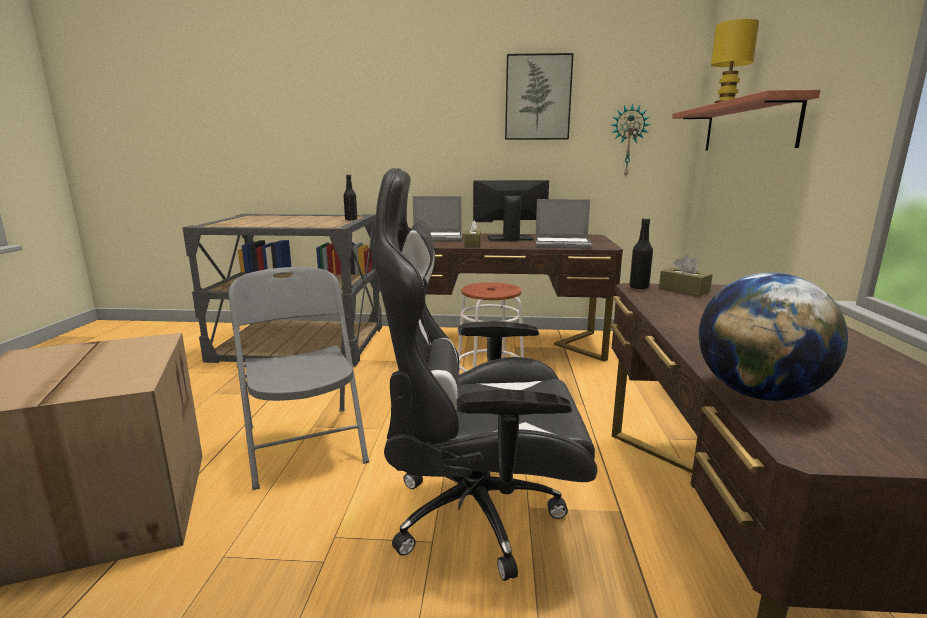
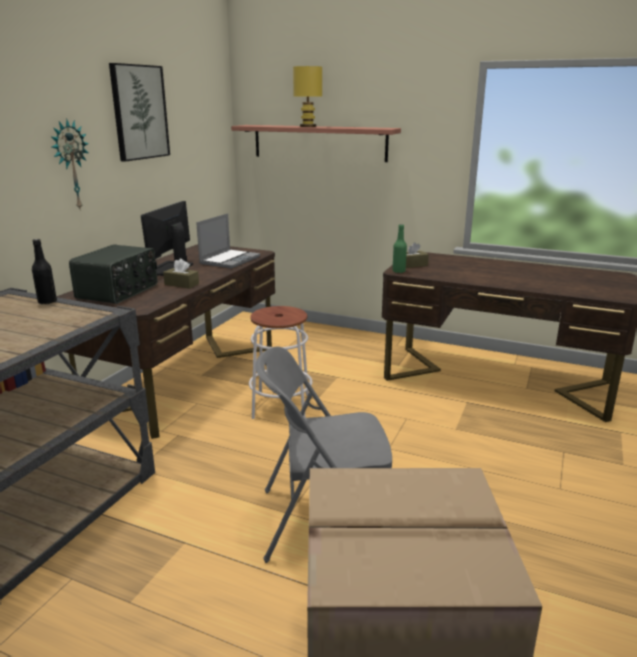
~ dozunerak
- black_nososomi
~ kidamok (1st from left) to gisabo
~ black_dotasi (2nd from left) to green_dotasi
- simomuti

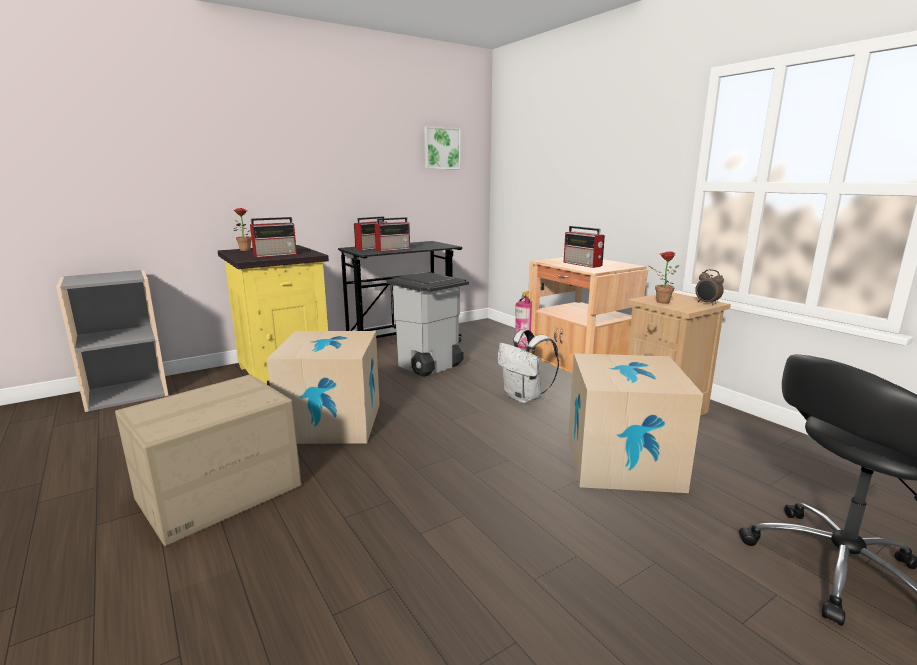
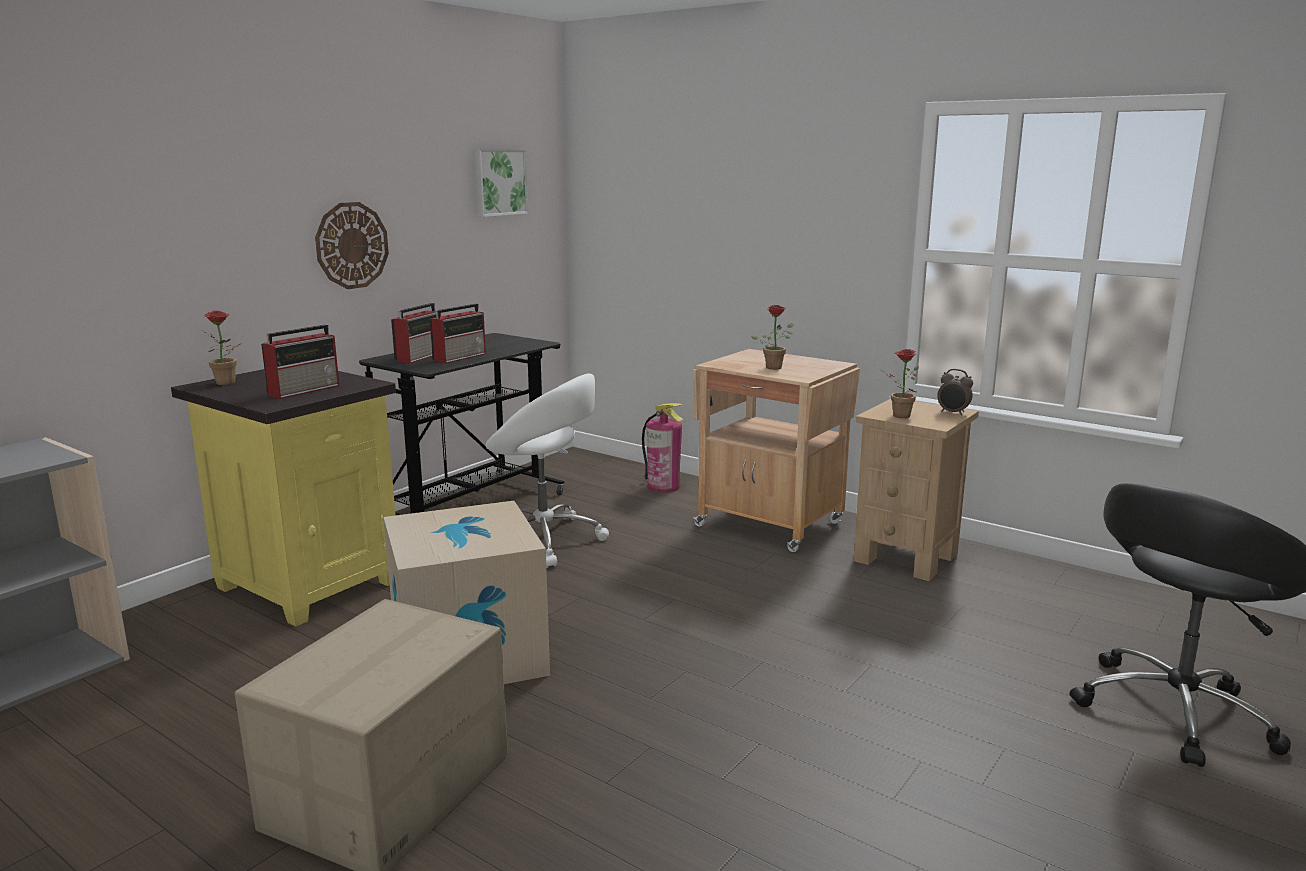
~ gisabo (4th from left) to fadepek (2nd from left)
~ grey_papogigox to white_nososomi
- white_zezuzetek
- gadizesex (3rd from left)
+ dozunerak

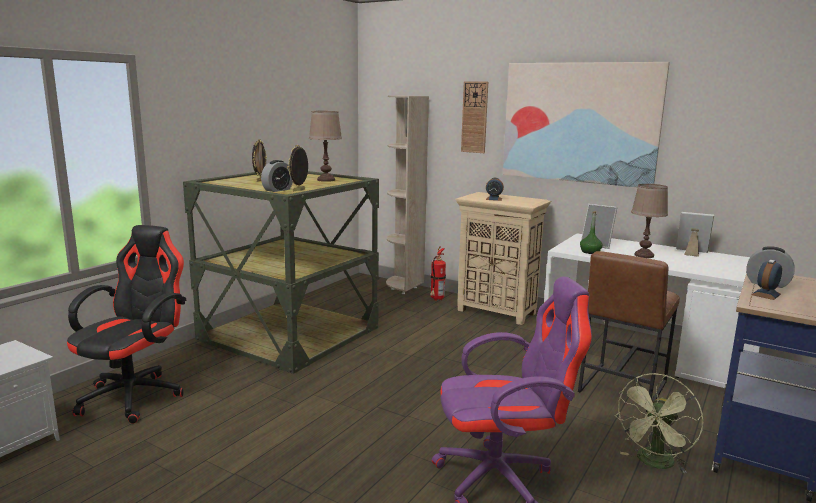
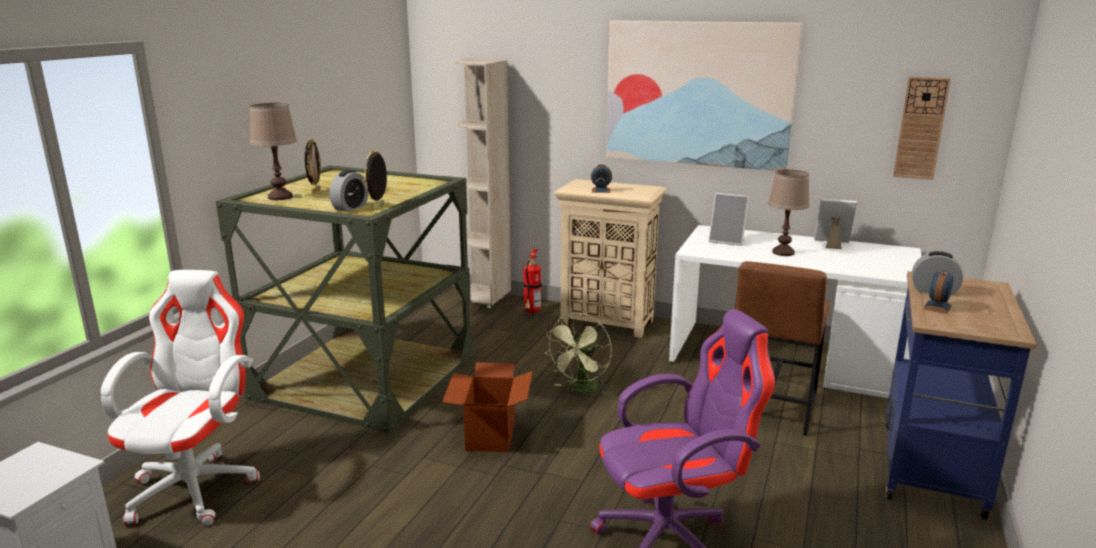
~ dozunerak
~ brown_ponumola (1st from left)
- green_dotasi
~ black_nososomi to white_nososomi
~ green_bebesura
+ gadizesex

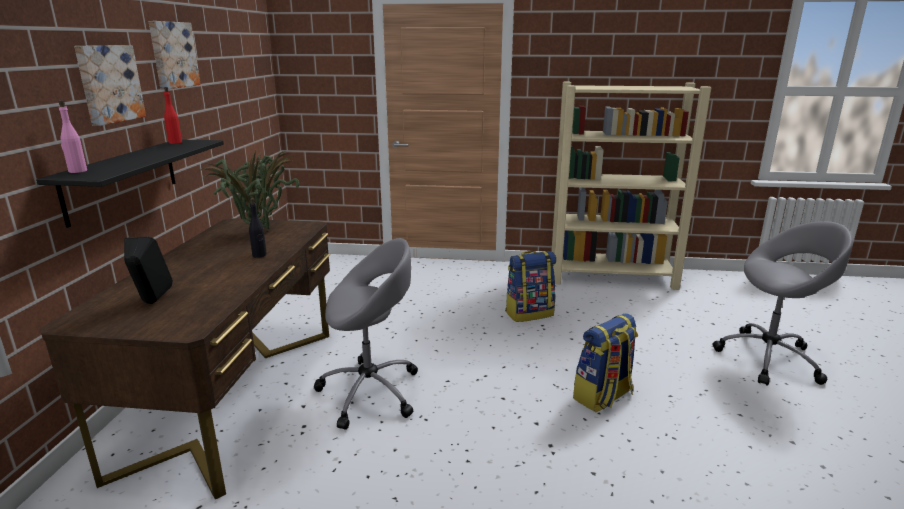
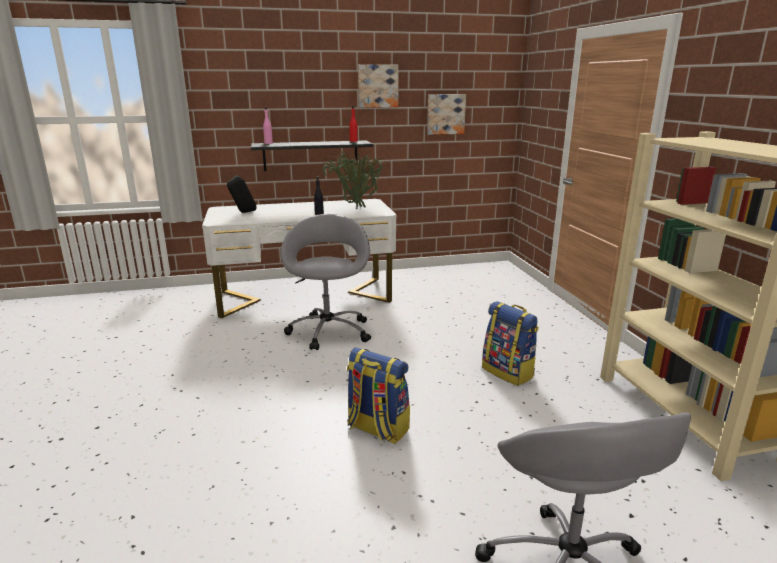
~ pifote (1st from left in the first image) to pifote (2nd from left)
~ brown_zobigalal to white_zobigalal
~ grey_nososomi (1st from left) 150 degrees counterclockwise

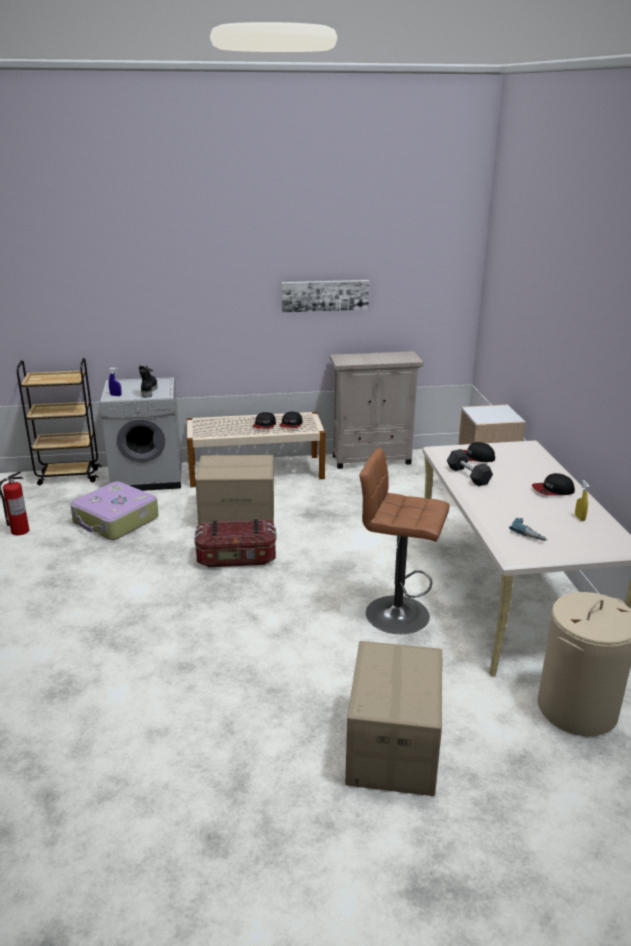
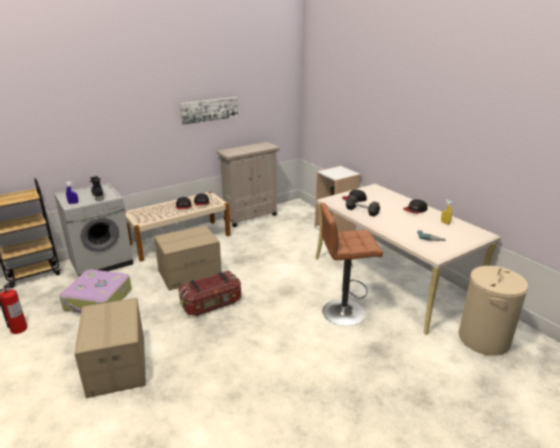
~ gadizesex (2nd from left in the first image) to gadizesex (1st from left)

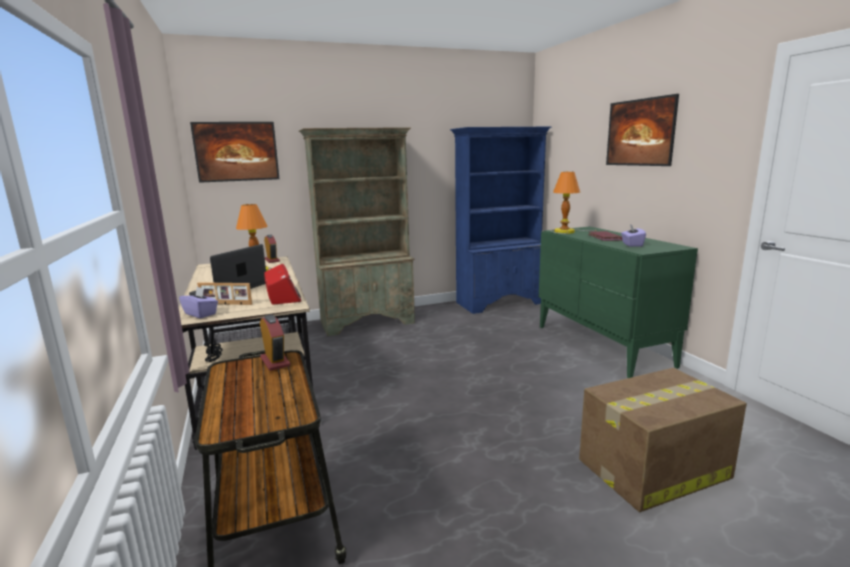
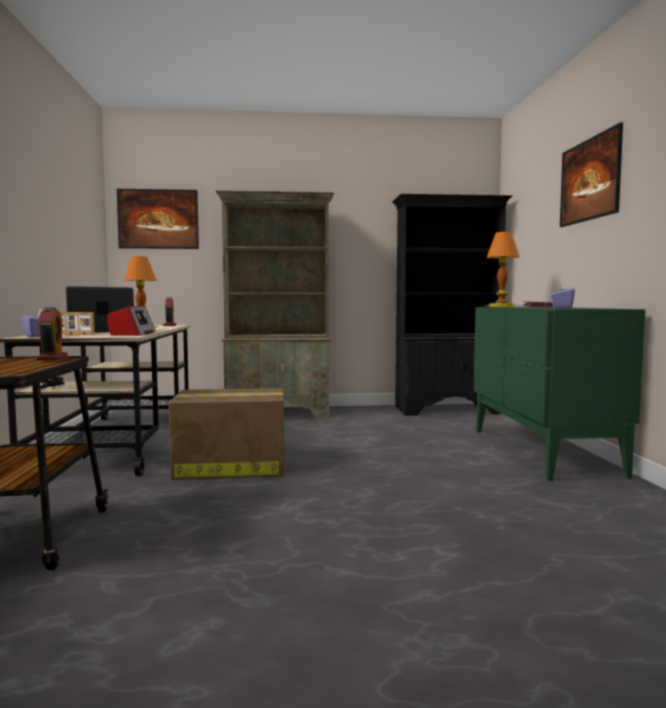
~ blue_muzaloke to black_muzaloke
~ gadizesex

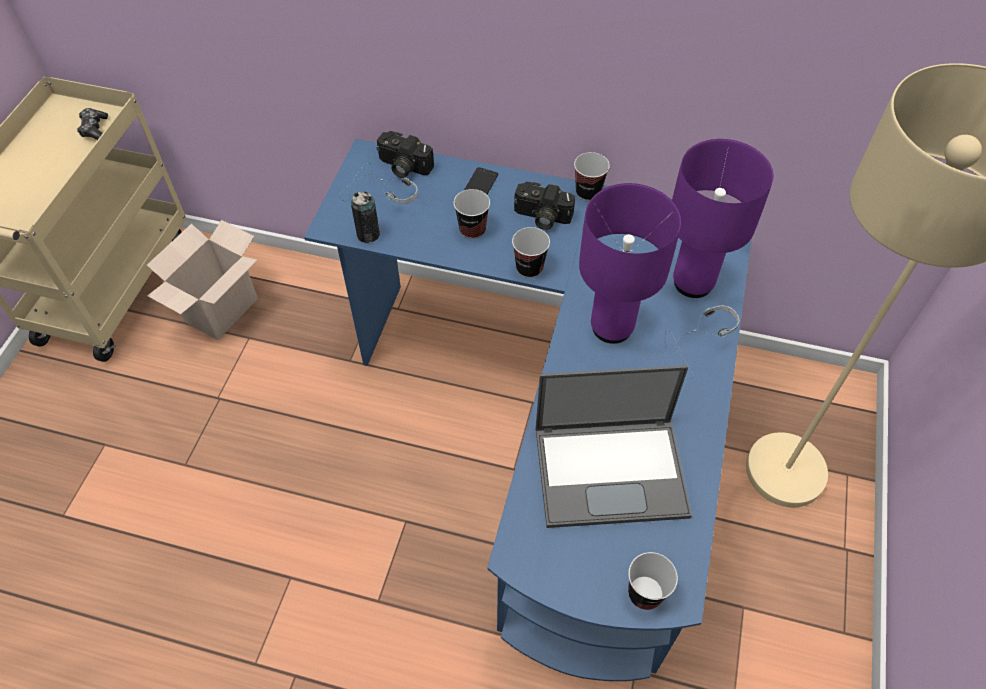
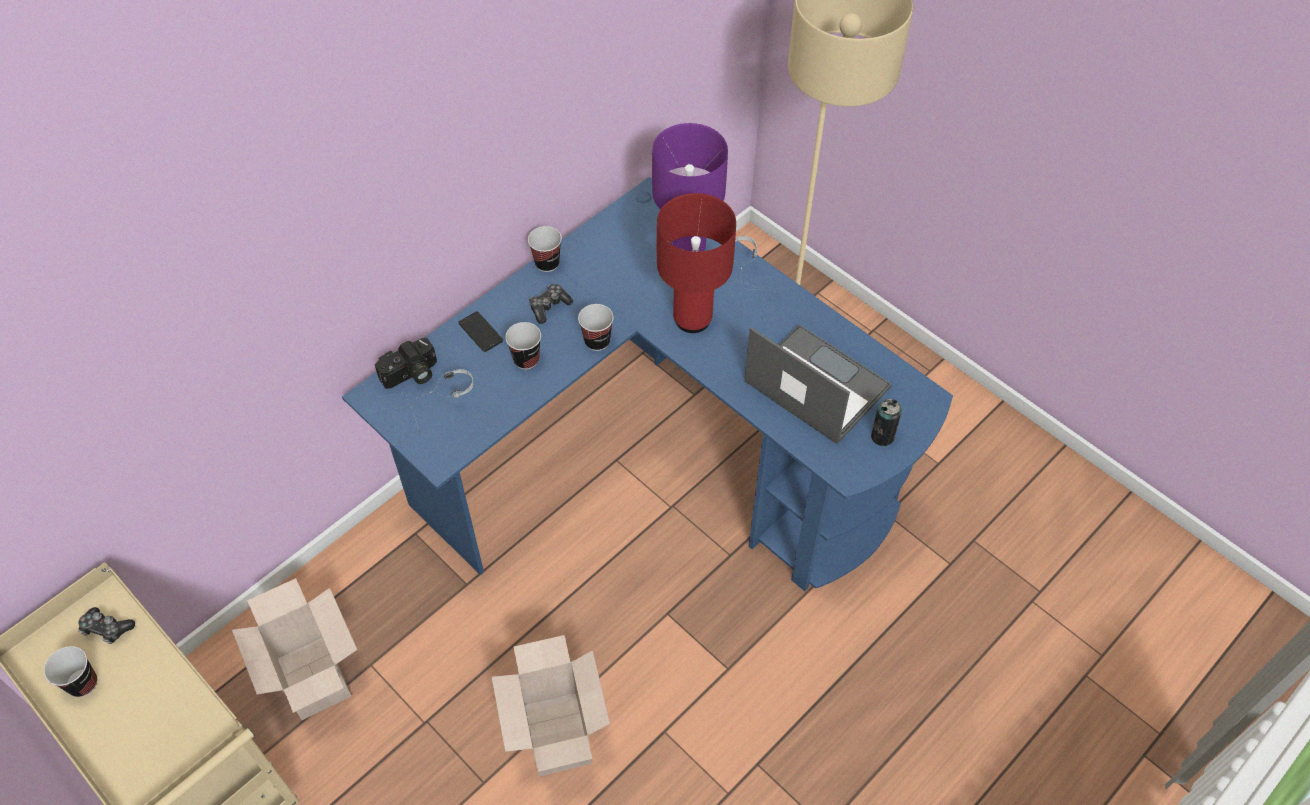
~ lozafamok (2nd from left) to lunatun (2nd from left)
~ purple_ponumola (1st from left) to red_ponumola
~ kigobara
~ kidamok 75 degrees counterclockwise
~ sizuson (4th from left in the first image) to sizuson (1st from left)
+ gadizesex (2nd from left)

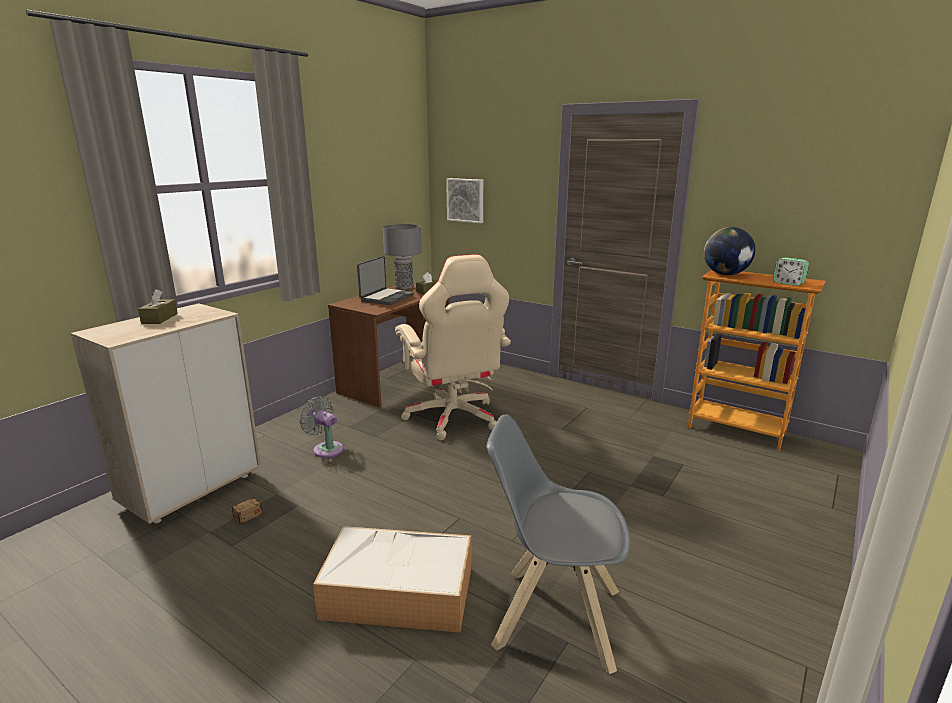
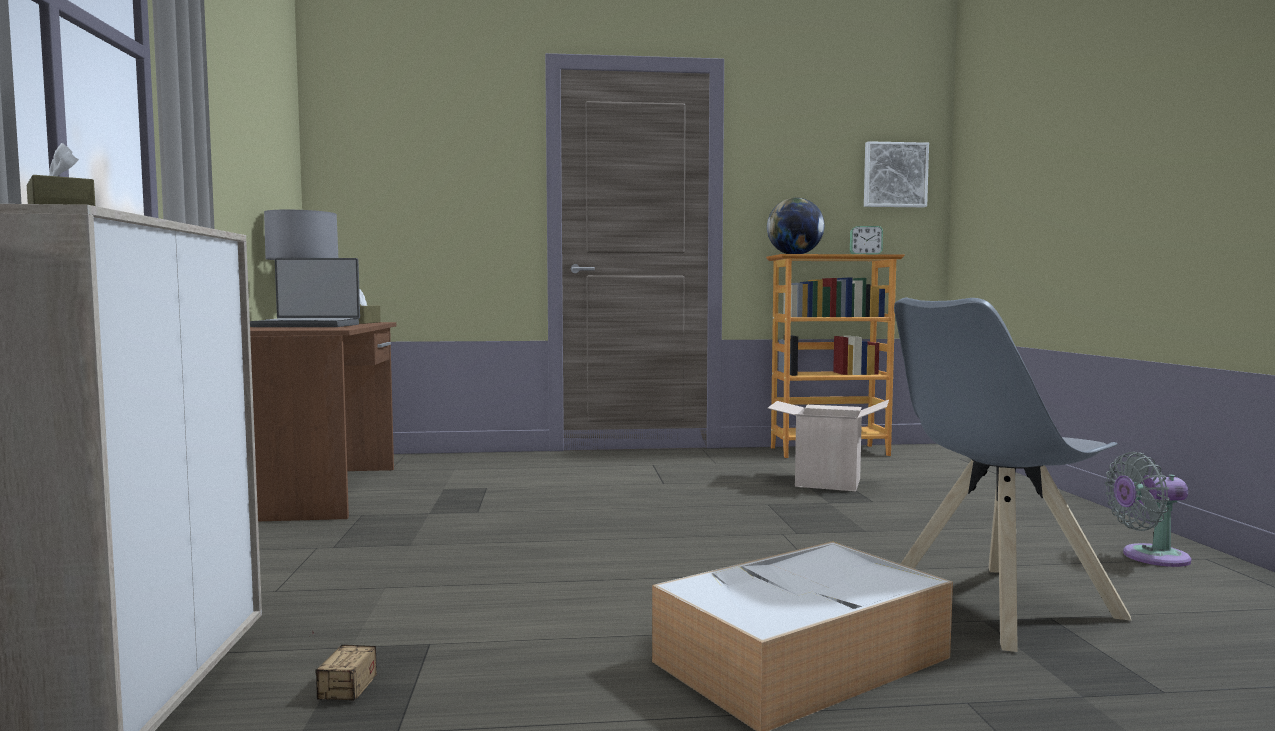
~ pifote
- beige_nososomi
~ kidamok 105 degrees clockwise
~ grey_bebesura
+ gadizesex

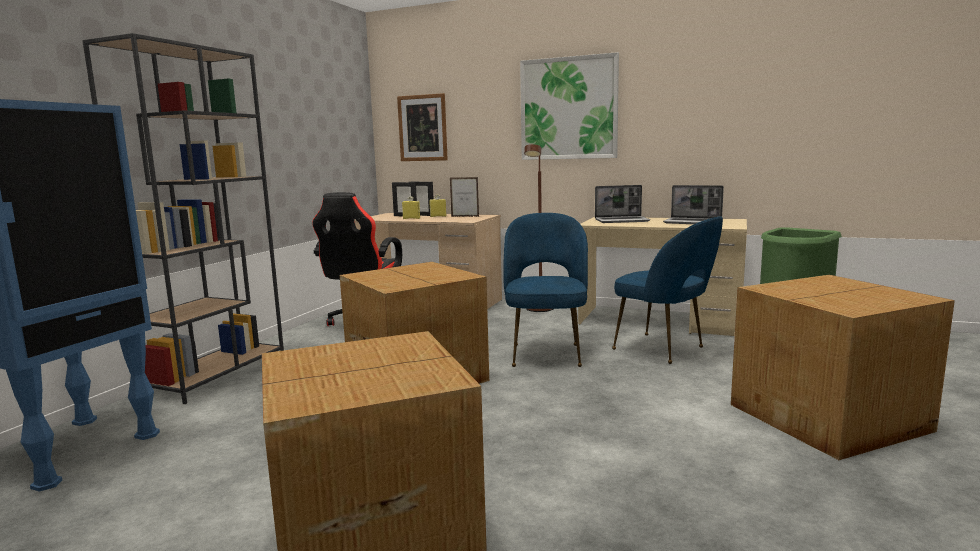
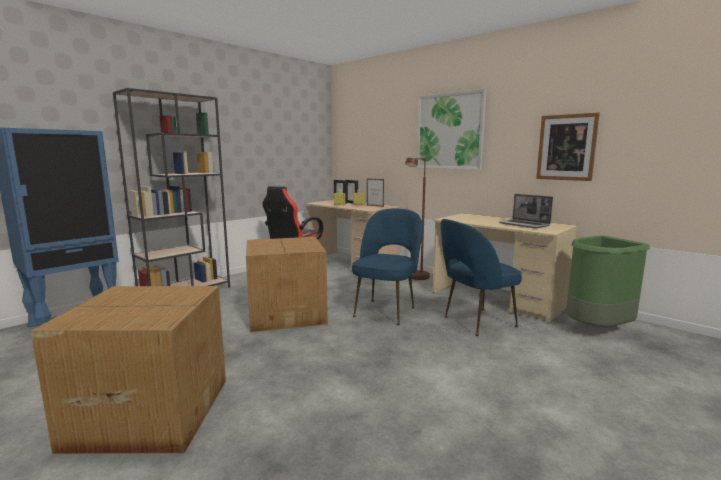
~ pifote (1st from left in the first image) to pifote (2nd from left)
- kidamok (1st from left)
~ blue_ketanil (2nd from left) 90 degrees clockwise
- gadizesex (3rd from left)

